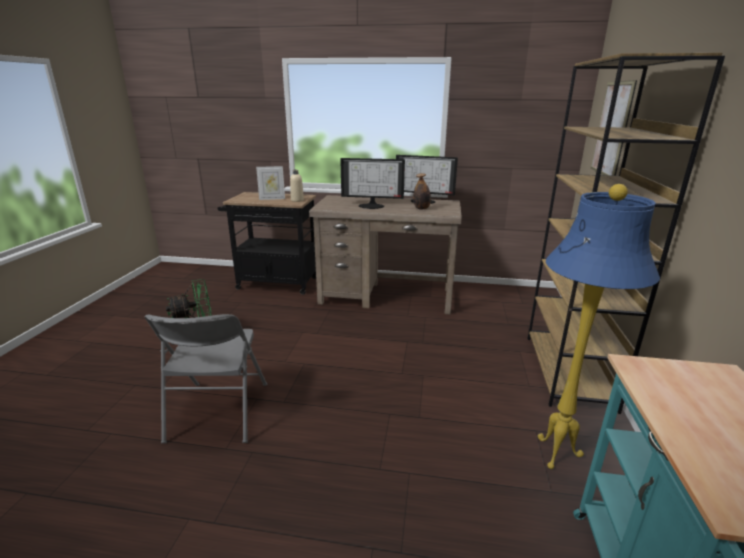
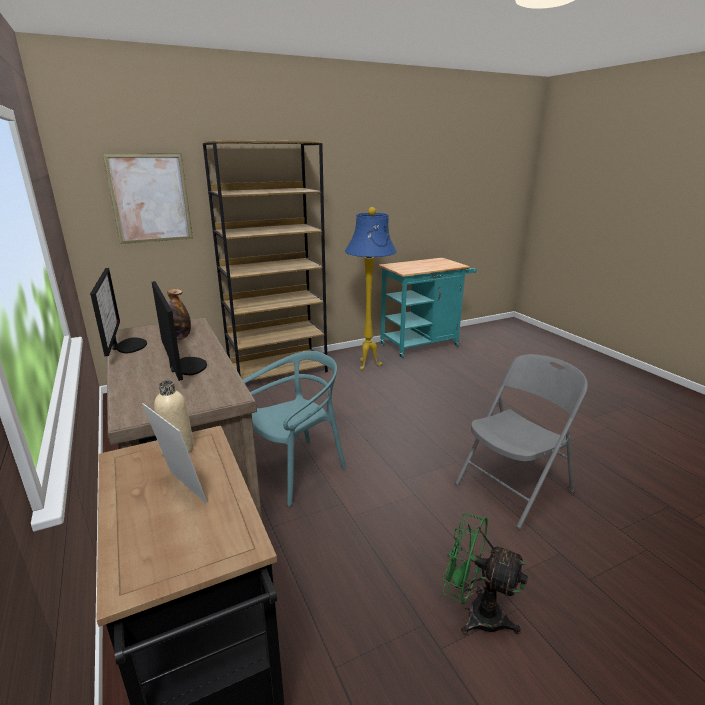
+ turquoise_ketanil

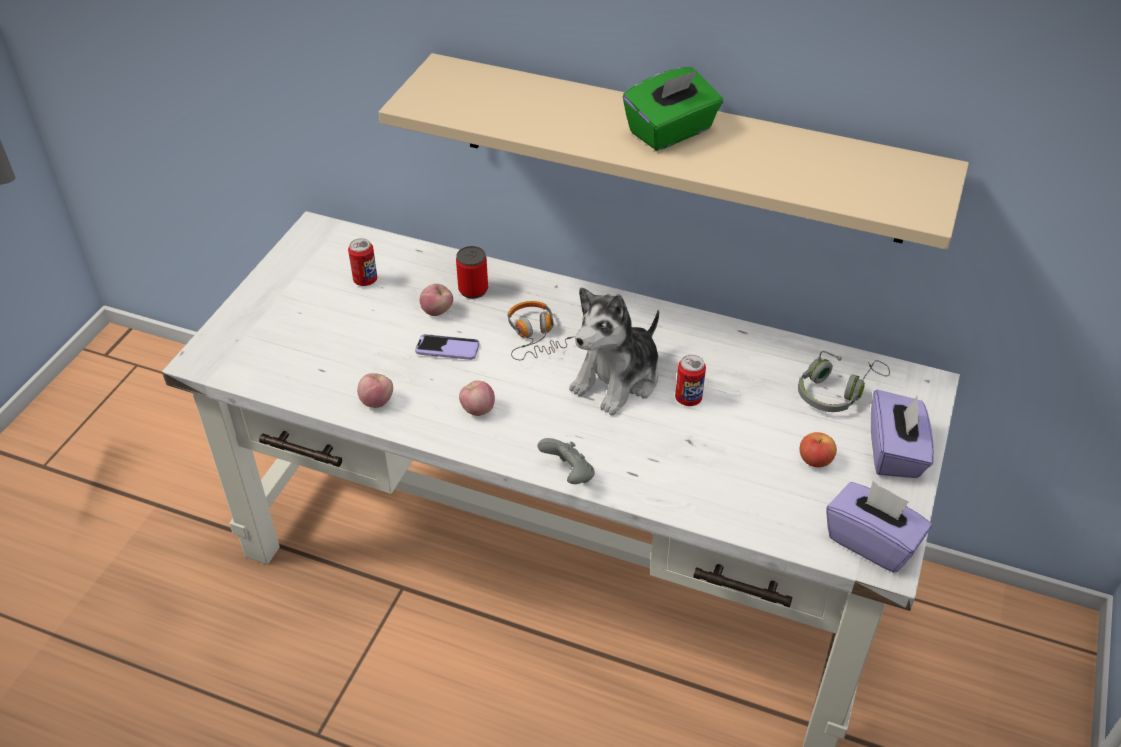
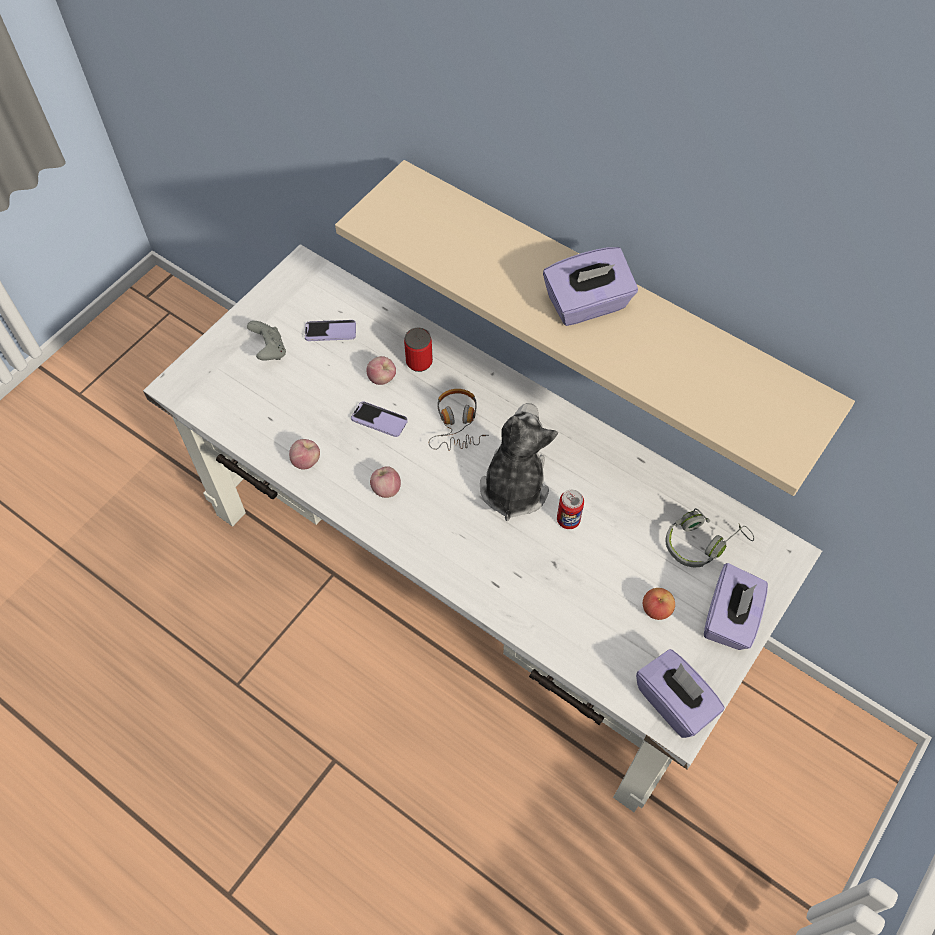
~ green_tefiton to purple_tefiton (1st from left)
~ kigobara (1st from left) to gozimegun (1st from left)
~ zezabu 135 degrees clockwise
~ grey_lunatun

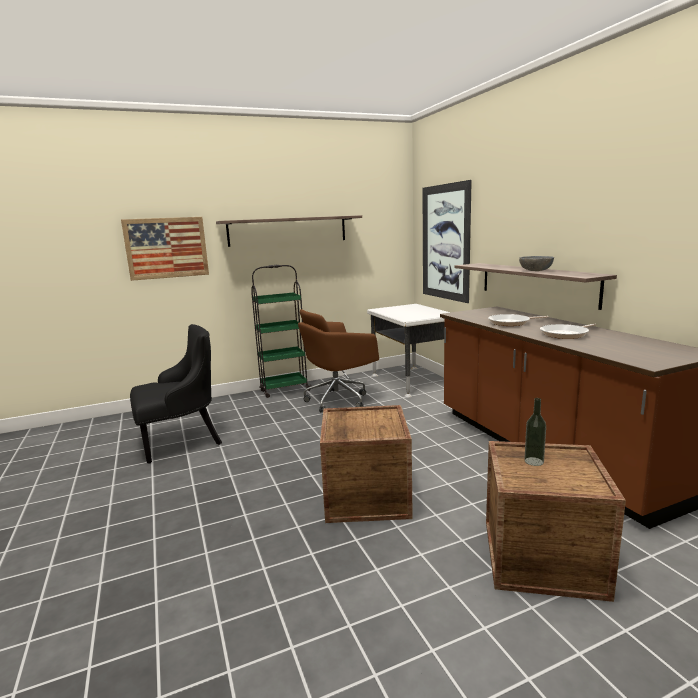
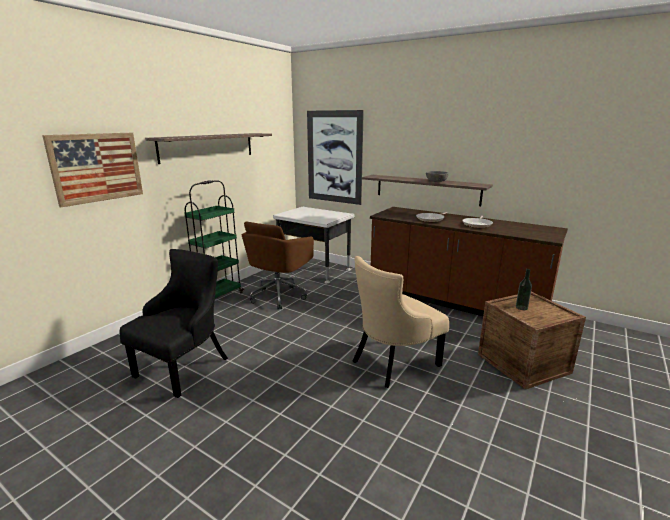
~ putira (1st from left) to beige_ketanil

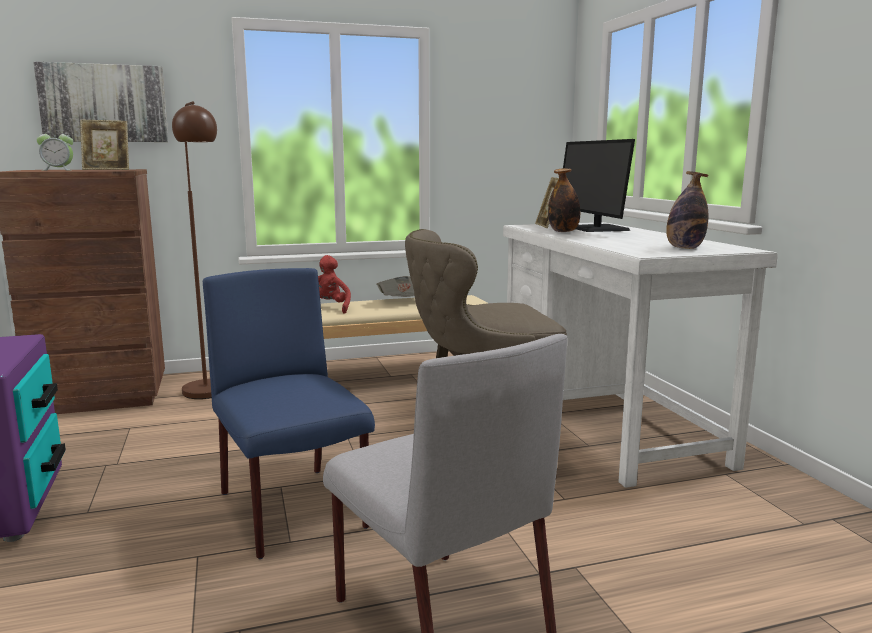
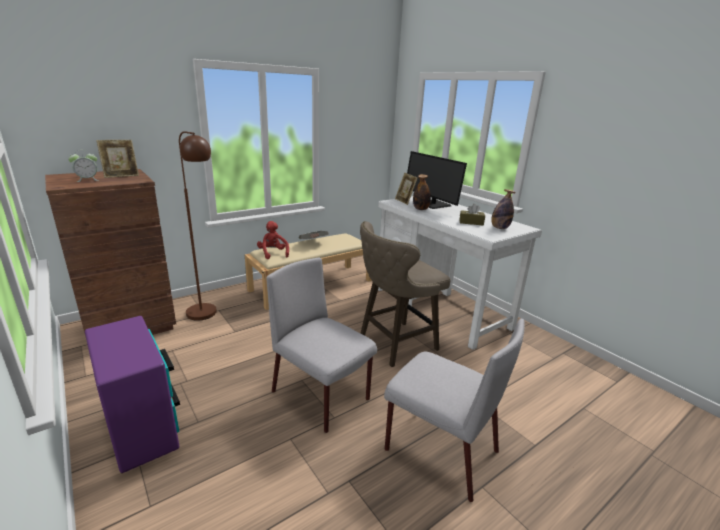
- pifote
~ blue_ketanil to grey_ketanil (1st from left)
+ brown_tefiton

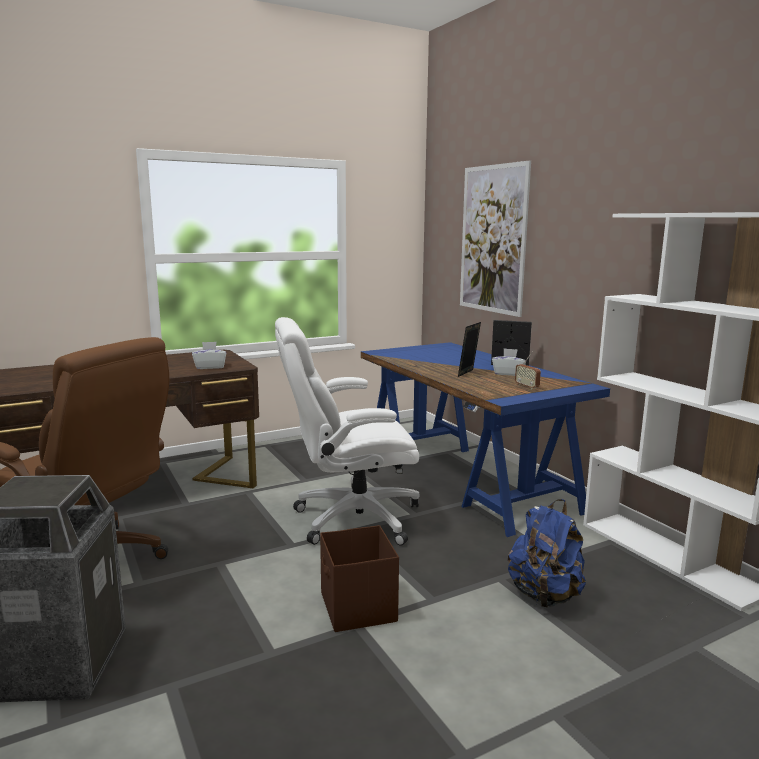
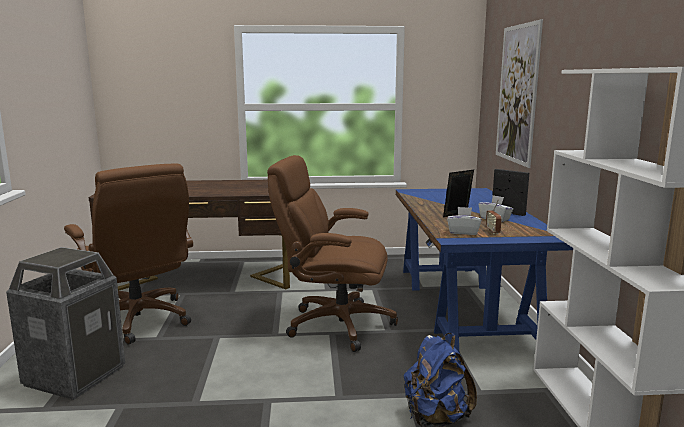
~ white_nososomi to brown_nososomi (2nd from left)
~ white_tefiton (1st from left)
- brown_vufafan

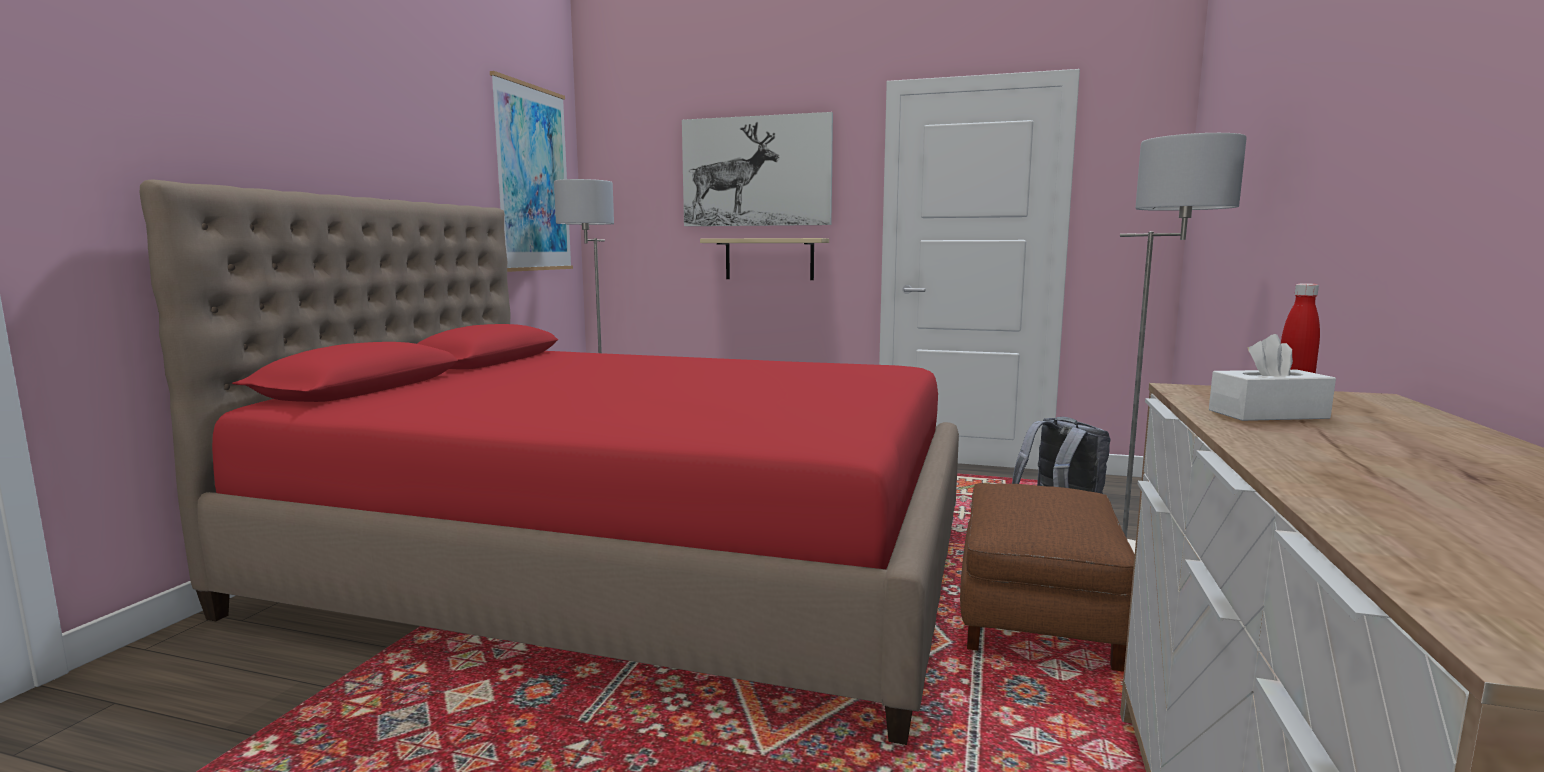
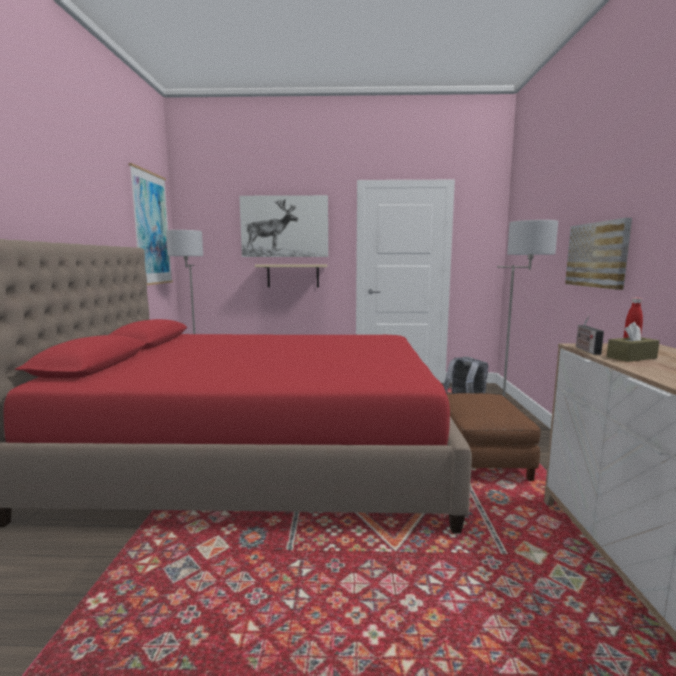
~ white_tefiton to brown_tefiton
+ pifote (3rd from left)
+ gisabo

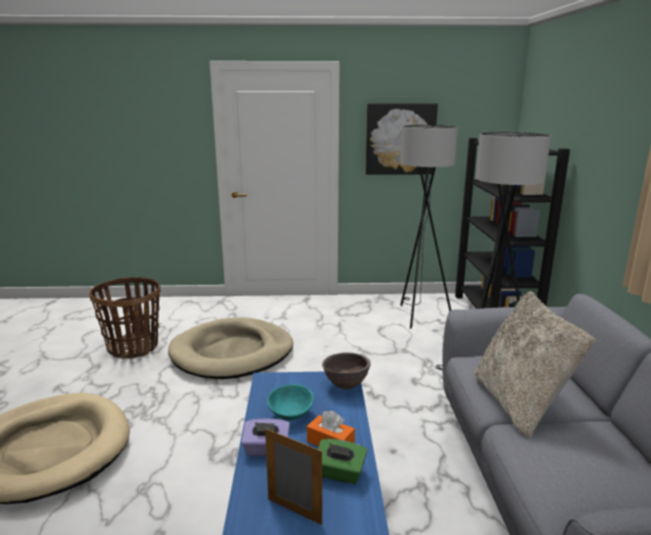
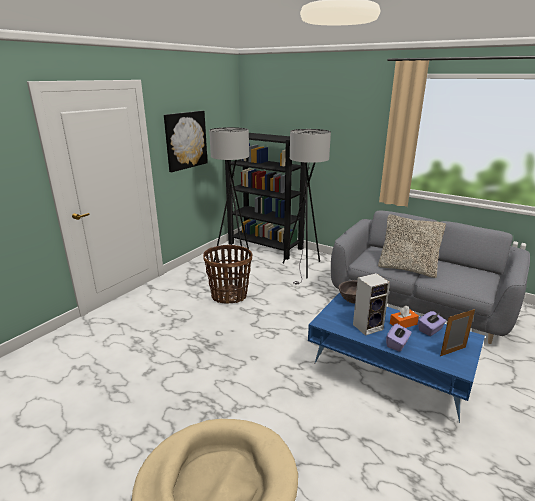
~ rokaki
- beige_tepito (2nd from left)
~ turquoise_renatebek to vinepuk
~ green_tefiton to purple_tefiton (2nd from left)

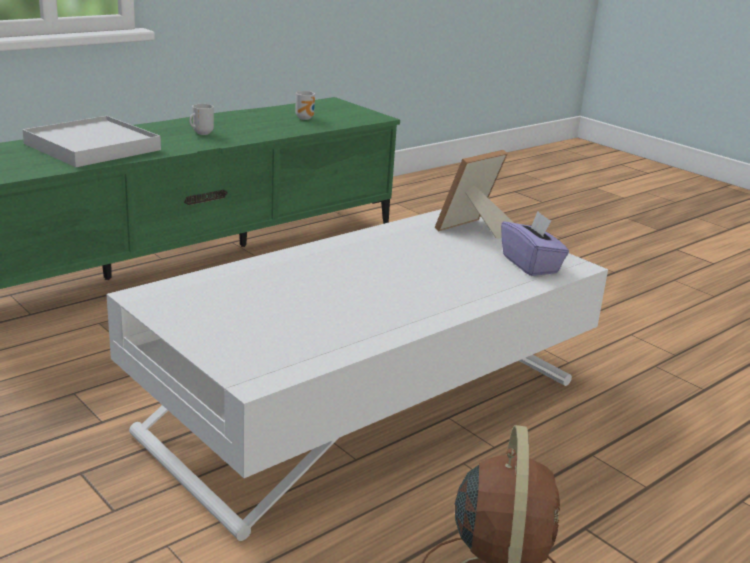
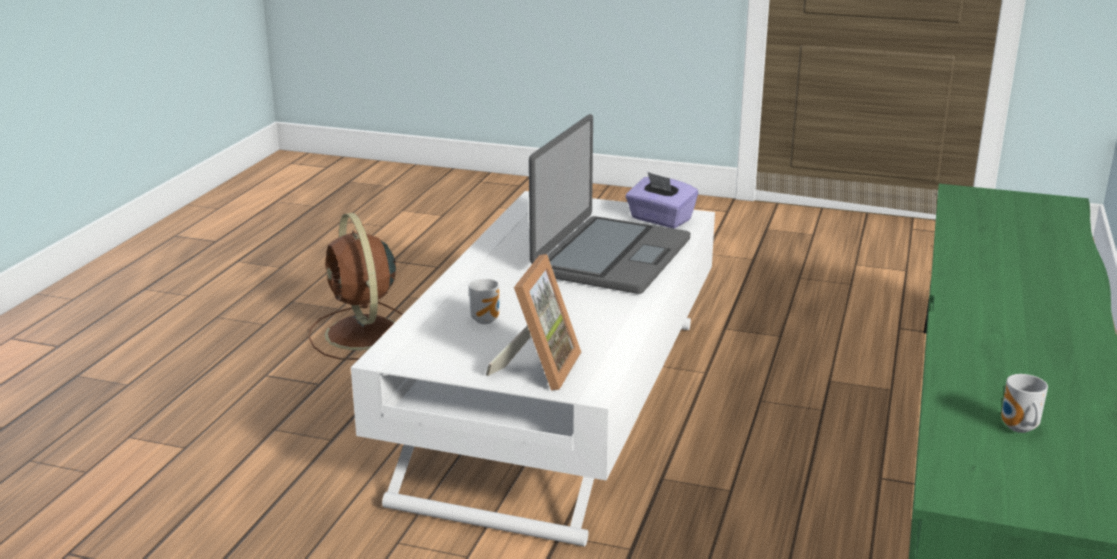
~ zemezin (1st from left)
- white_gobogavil
~ purple_tefiton
+ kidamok

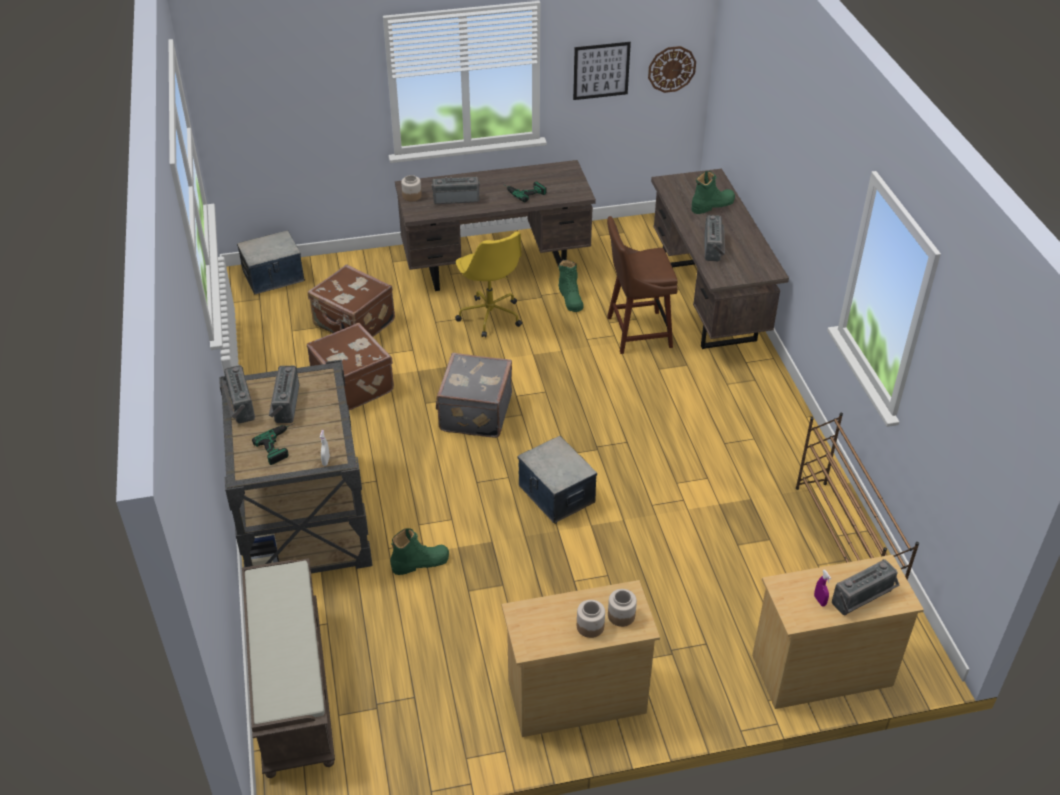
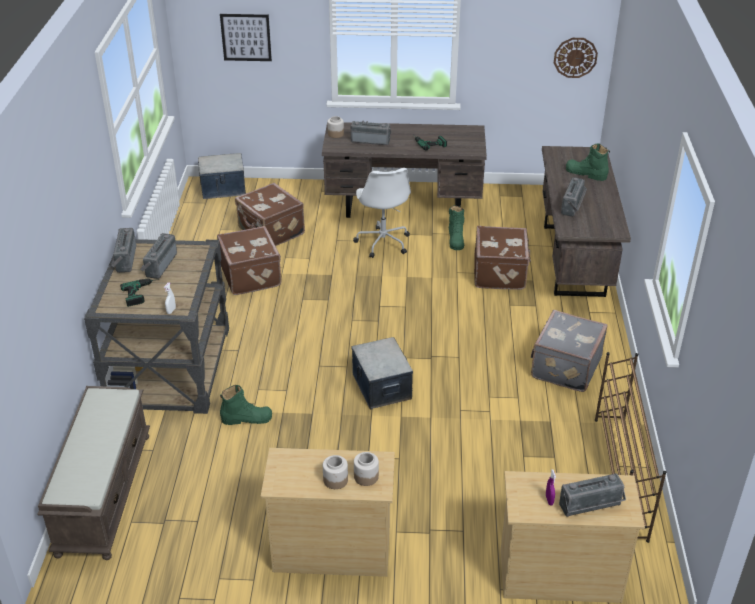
~ pifote
~ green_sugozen (3rd from left) 135 degrees counterclockwise
~ brown_ketanil to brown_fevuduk (3rd from left)
~ yellow_nososomi to white_nososomi
~ grey_fevuduk

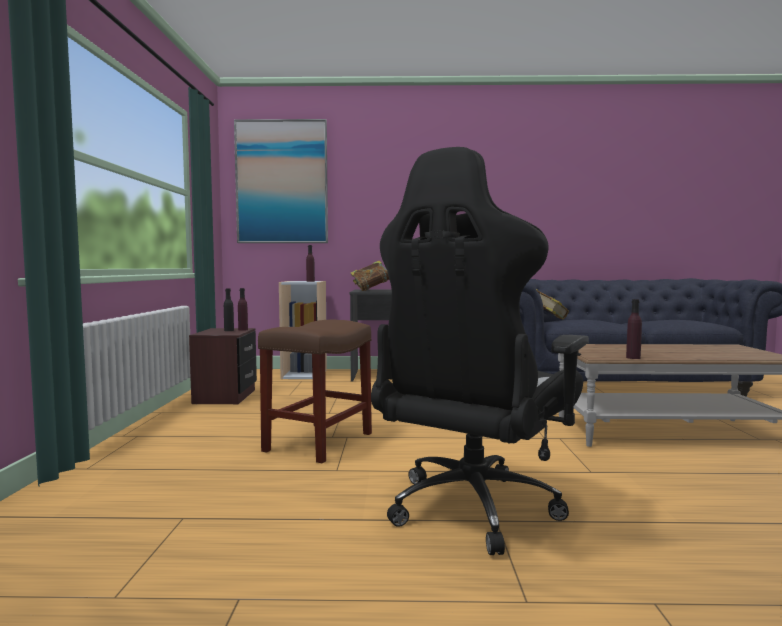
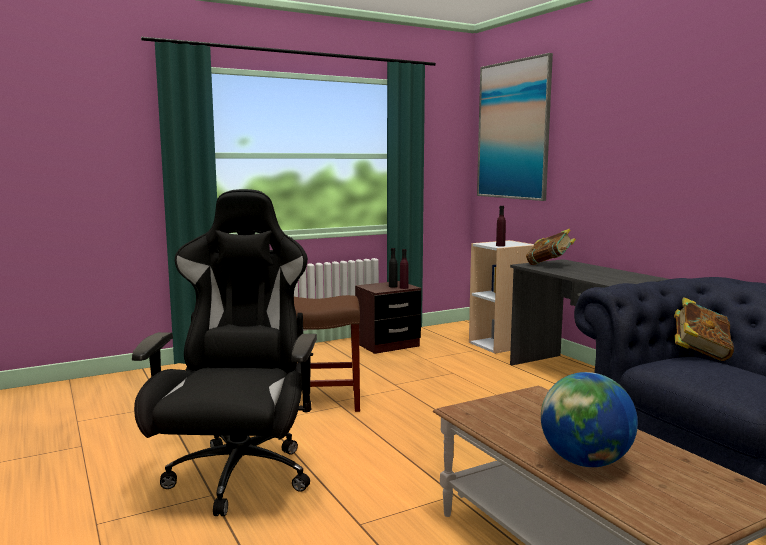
~ black_nososomi 90 degrees clockwise
- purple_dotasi (3rd from left)
+ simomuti

